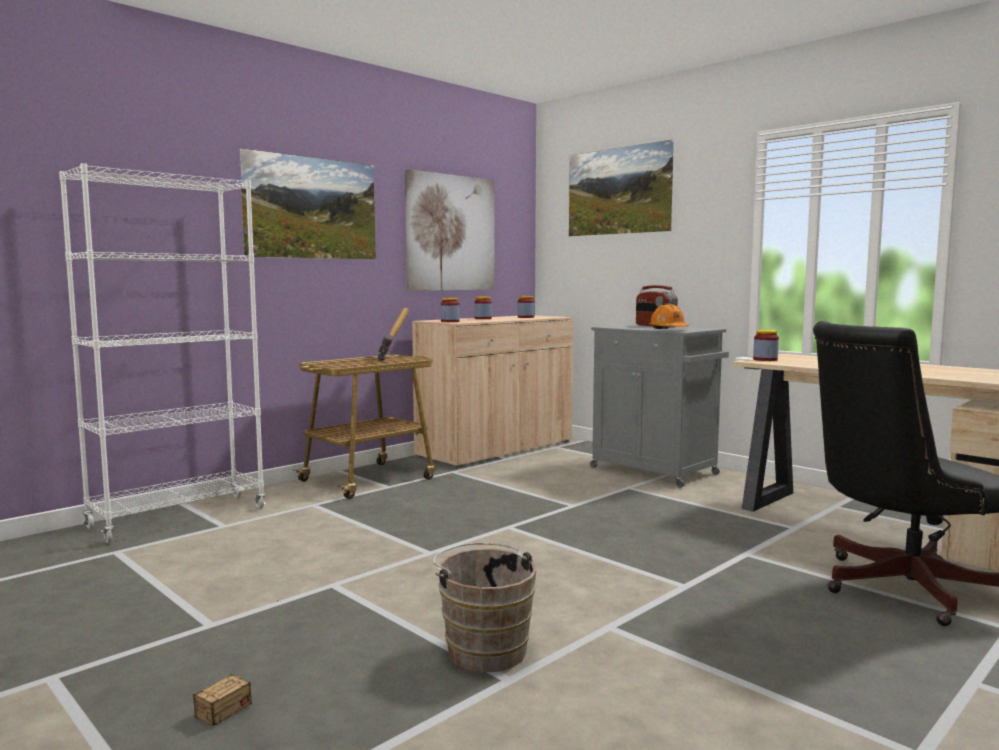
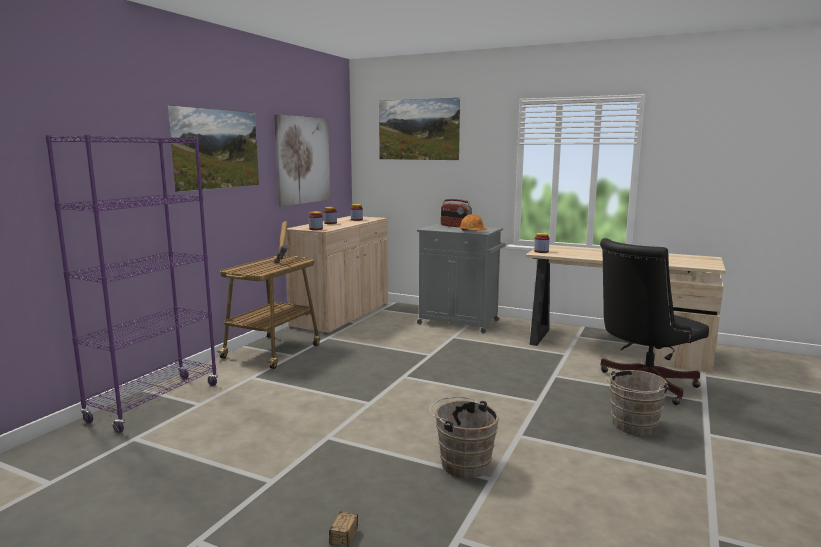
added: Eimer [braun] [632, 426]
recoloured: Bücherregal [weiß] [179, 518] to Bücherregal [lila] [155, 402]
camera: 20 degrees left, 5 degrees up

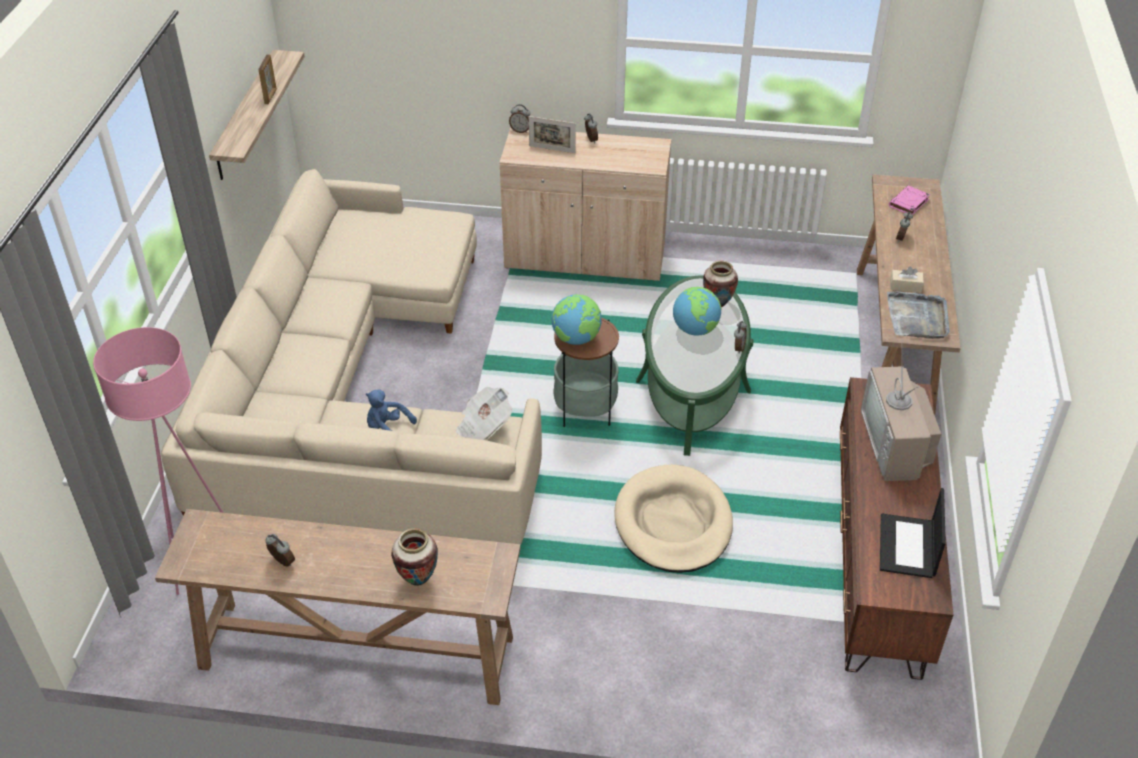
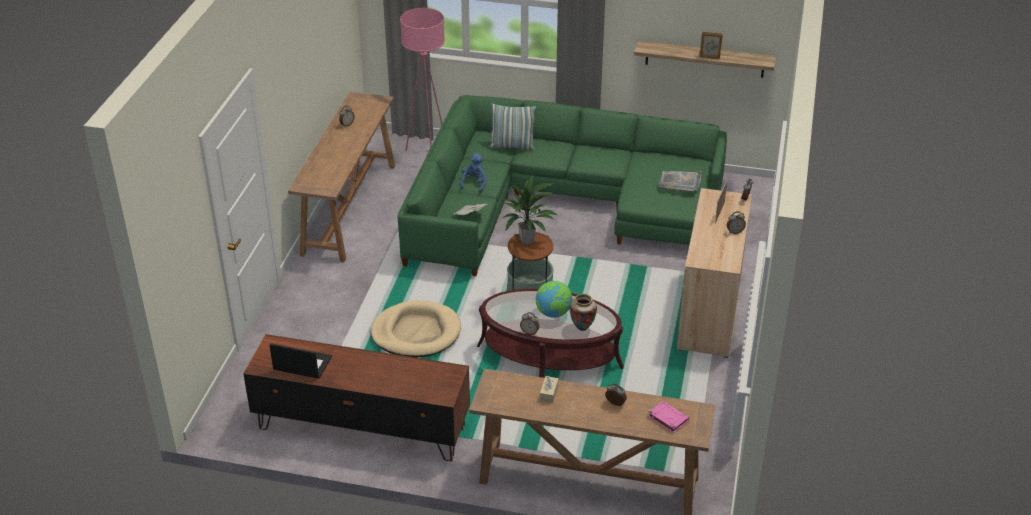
removed: Vase [418, 580]; Fernseher [896, 444]
added: Kissen [512, 146]
moved: Tablett [grau] [917, 318] to [680, 182]
replaced: Globus [576, 339] to Topfpflanze [527, 240]
recoloured: Sofa [beige] [355, 394] to Sofa [grün] [557, 204]; Couchtisch [grün] [693, 386] to Couchtisch [braun] [549, 356]
camera: 95 degrees right, 5 degrees down

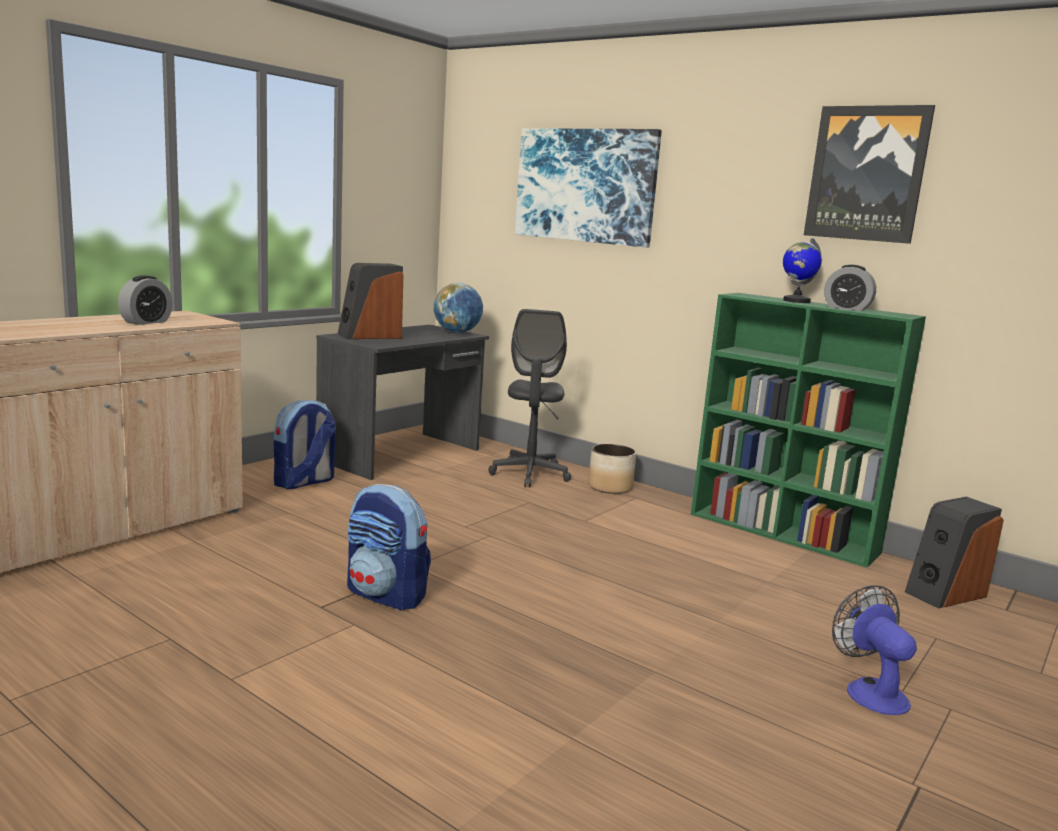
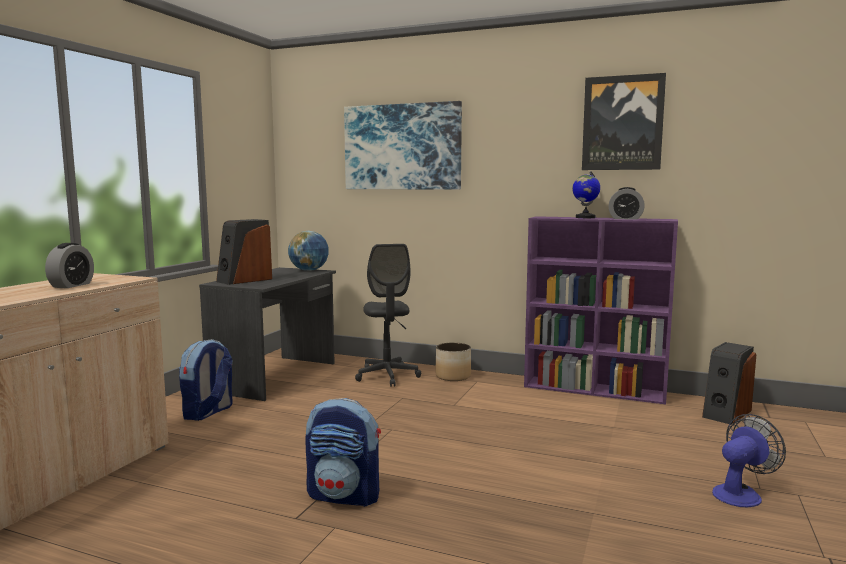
recoloured: Bücherregal [grün] [784, 533] to Bücherregal [lila] [595, 390]
turned: Ventilator [869, 690] = [741, 493] 90 degrees clockwise
camera: 15 degrees left, 5 degrees down

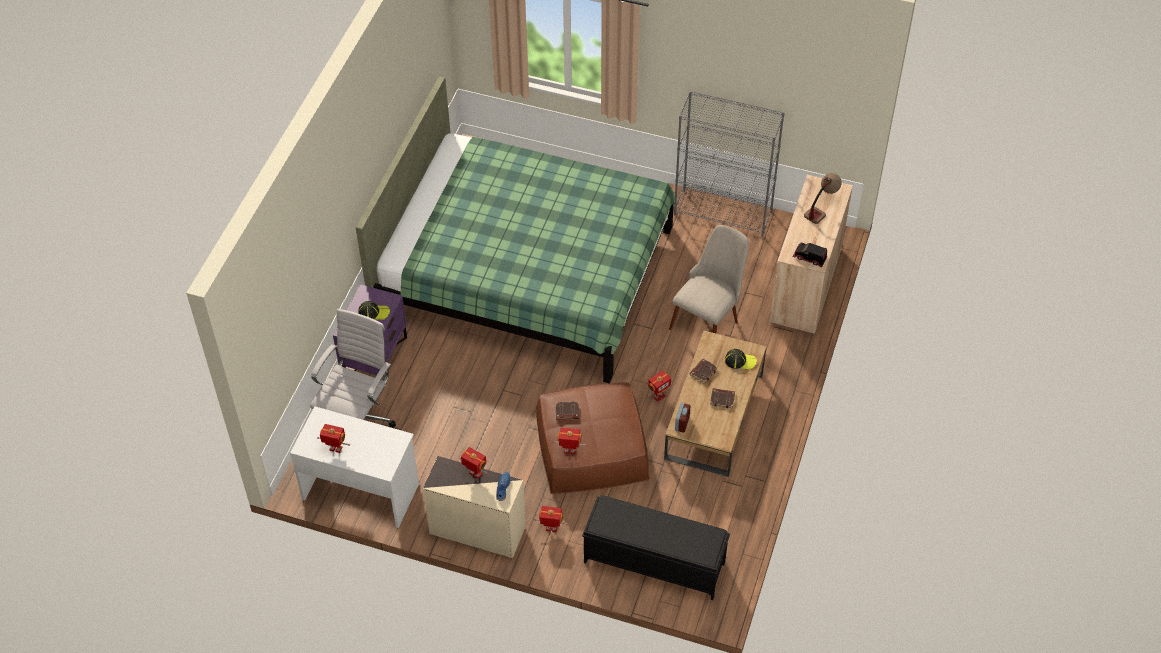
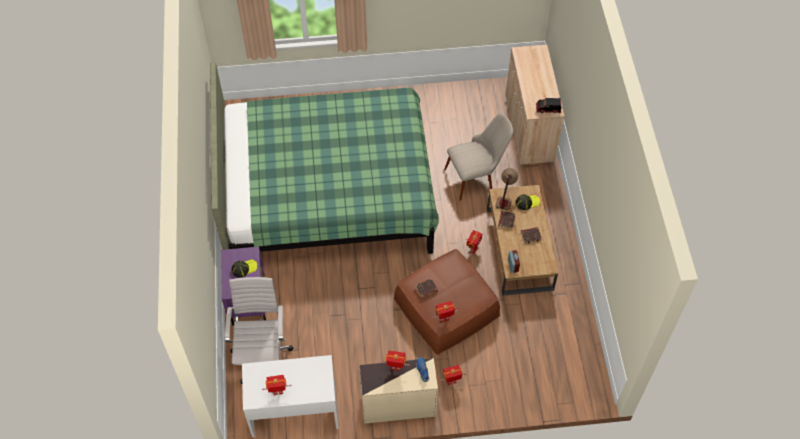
removed: Bank [schwarz] [653, 562]; Bücherregal [grau] [723, 213]
moved: Tischlampe [820, 209] to [505, 197]
turned: Stuhl [beige] [709, 318] = [476, 177] 60 degrees clockwise
camera: 25 degrees left, 5 degrees up

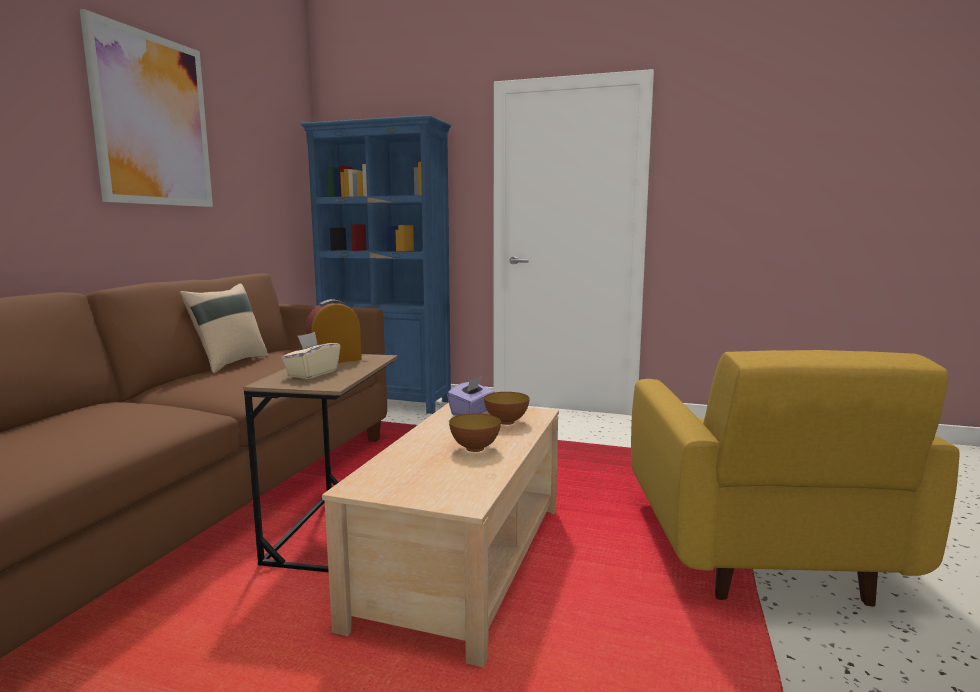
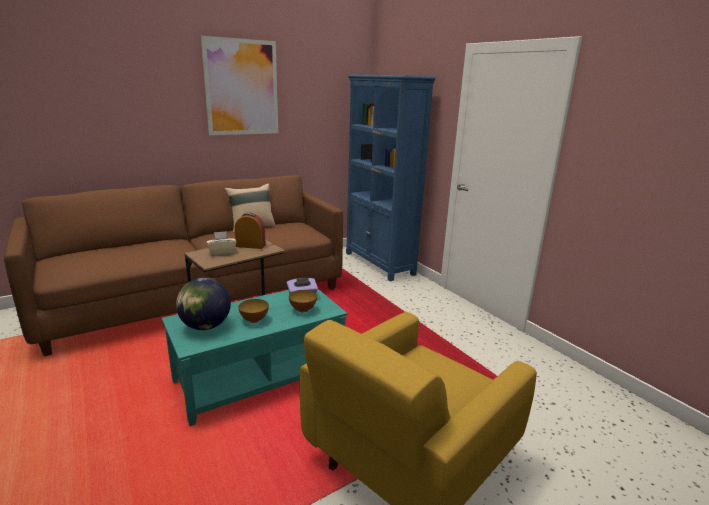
added: Globus [206, 326]
recoloured: Couchtisch [beige] [461, 562] to Couchtisch [türkis] [259, 376]
camera: 40 degrees right, 10 degrees up

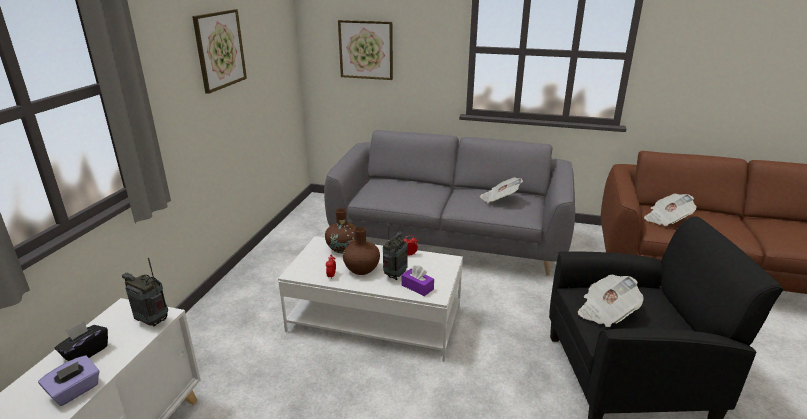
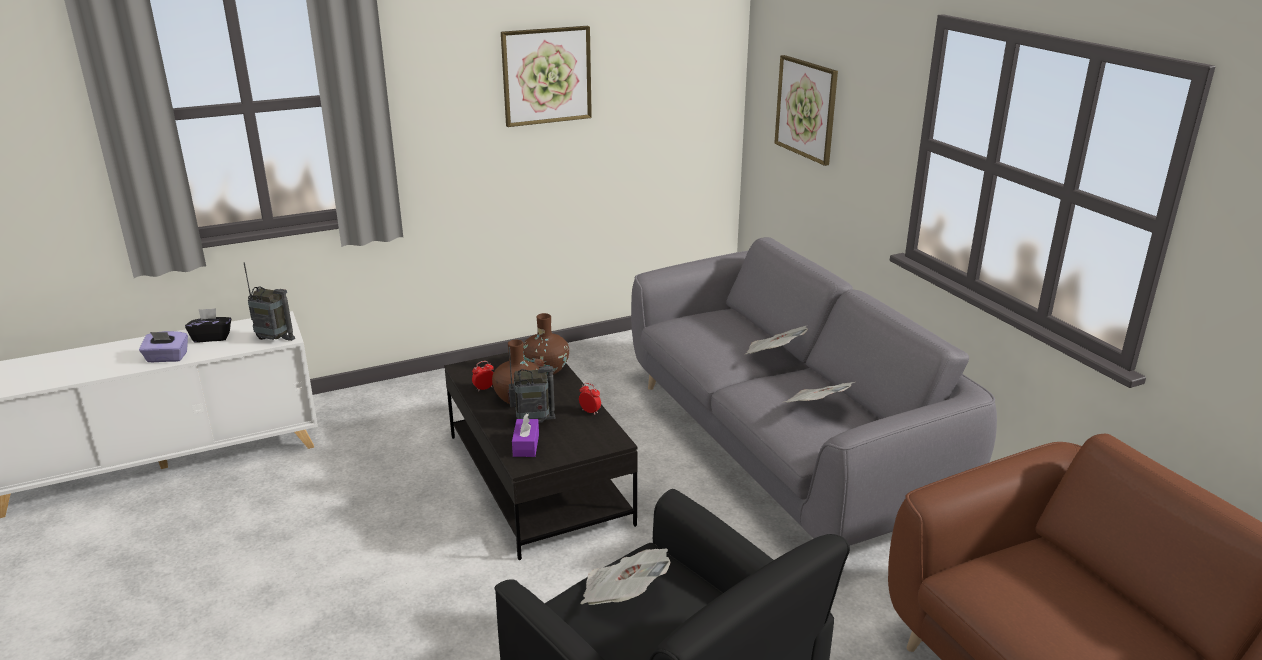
moved: Zeitung [666, 220] to [774, 355]
recoloured: Couchtisch [weiß] [375, 319] to Couchtisch [schwarz] [538, 479]
turned: Radio [153, 321] = [273, 339] 120 degrees clockwise
camera: 50 degrees right, 0 degrees up

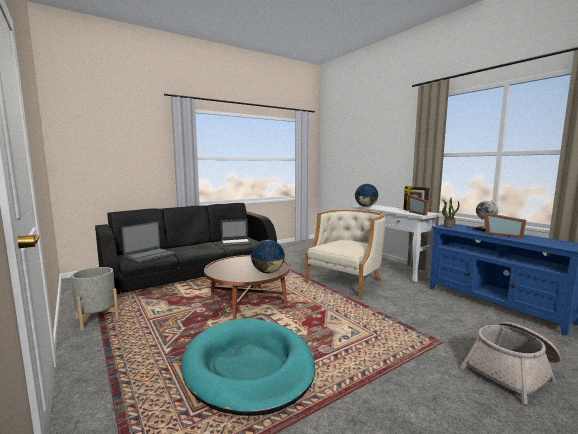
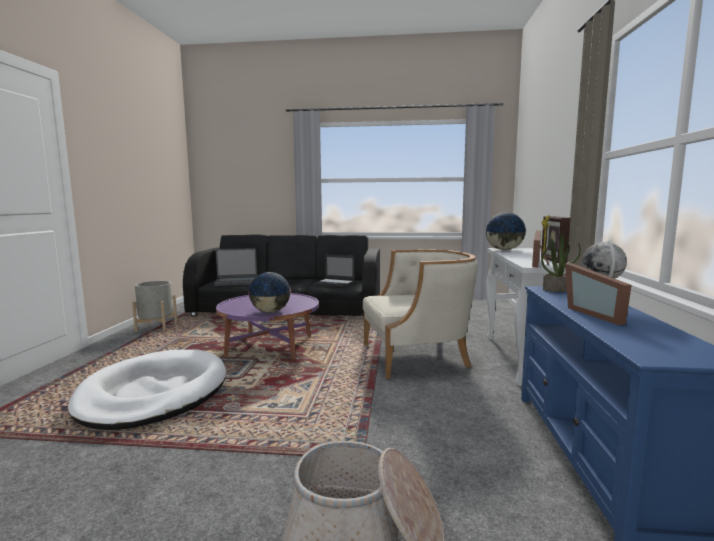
recoloured: Hundebett [türkis] [248, 367] to Hundebett [weiß] [154, 393]; Couchtisch [braun] [248, 302] to Couchtisch [lila] [270, 346]
camera: 40 degrees right, 0 degrees up

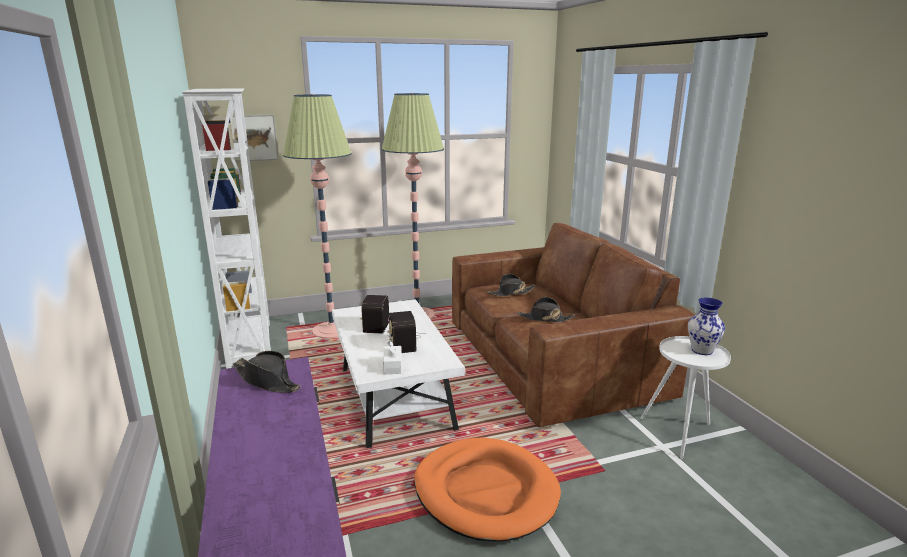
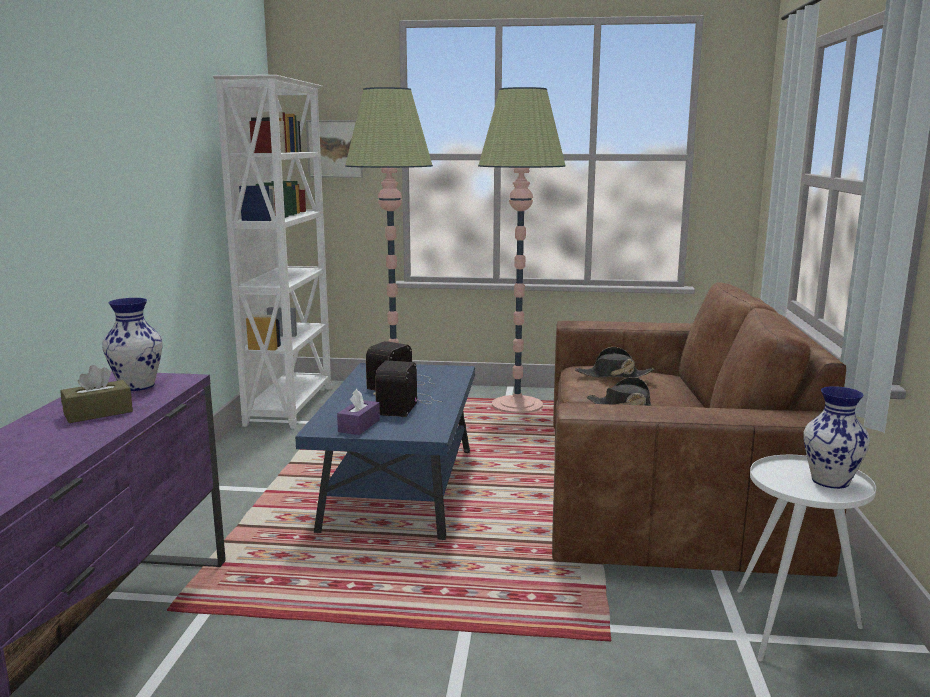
removed: Hundebett [orange] [485, 492]
added: Taschentuchbox [braun] [98, 413]
replaced: Hut [schwarz] [267, 381] to Vase [136, 386]
recoloured: Couchtisch [weiß] [394, 398] to Couchtisch [blau] [400, 489]; Taschentuchbox [weiß] [392, 366] to Taschentuchbox [lila] [359, 426]
camera: 25 degrees right, 5 degrees down

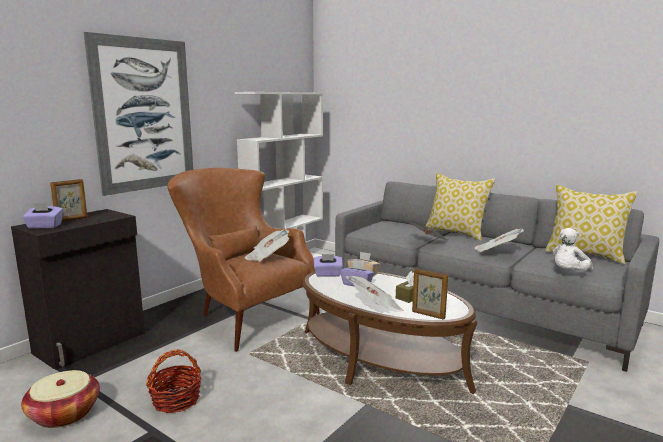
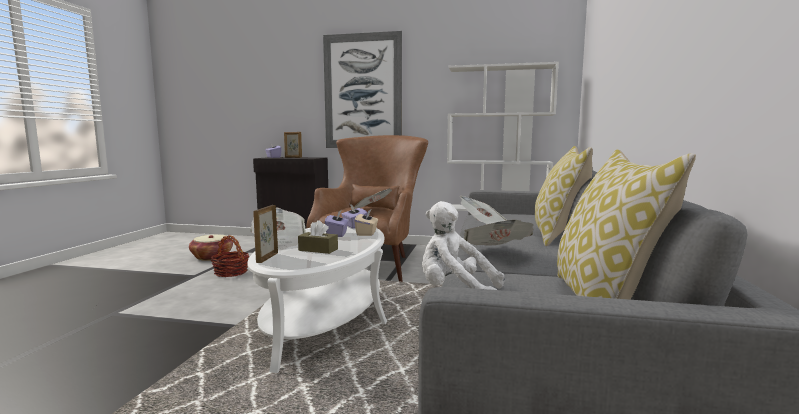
recoloured: Couchtisch [braun] [380, 359] to Couchtisch [weiß] [326, 318]
camera: 65 degrees right, 5 degrees down

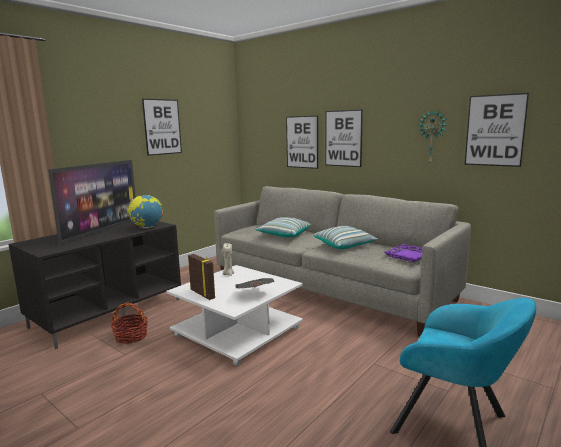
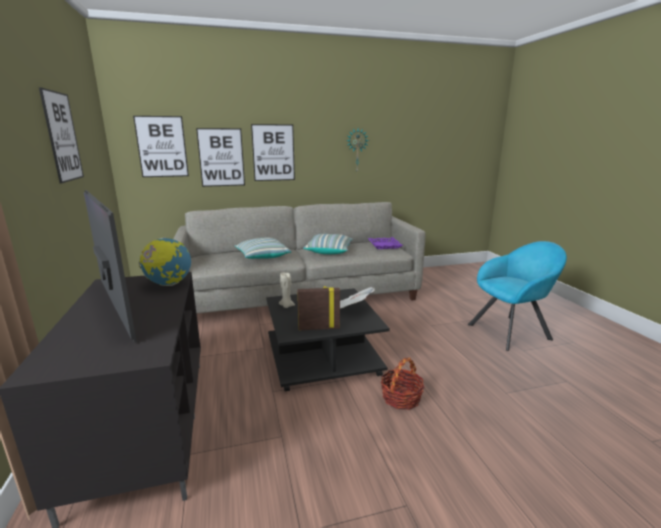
moved: Bild [495, 130] to [162, 147]; Korb [131, 336] to [401, 398]
recoloured: Couchtisch [weiß] [239, 332] to Couchtisch [schwarz] [323, 356]
camera: 55 degrees left, 5 degrees up

